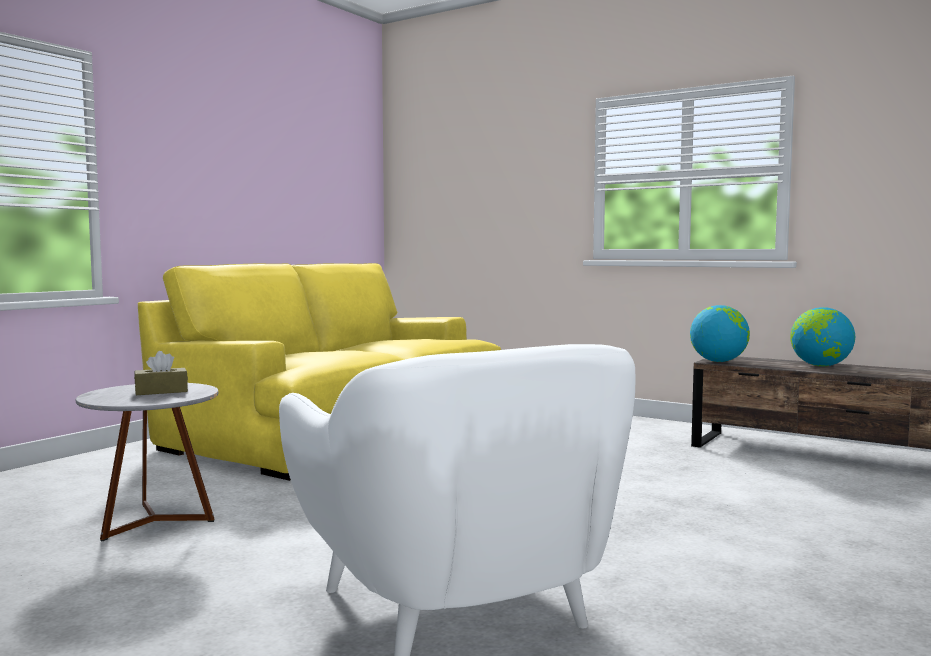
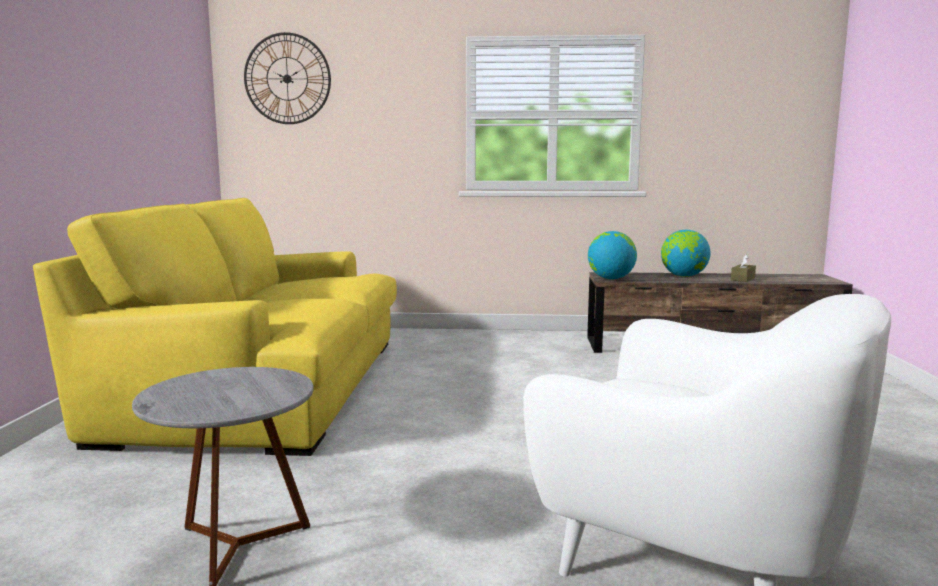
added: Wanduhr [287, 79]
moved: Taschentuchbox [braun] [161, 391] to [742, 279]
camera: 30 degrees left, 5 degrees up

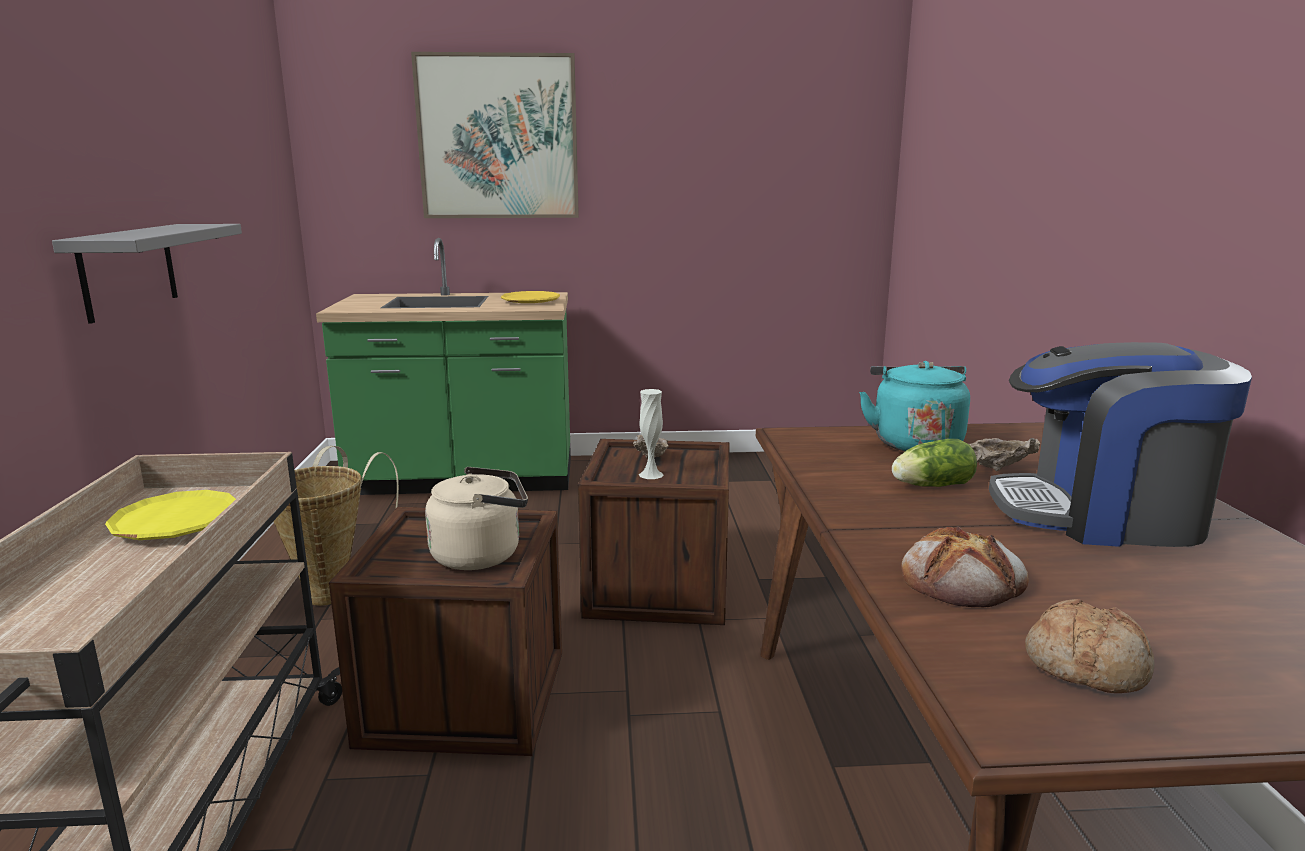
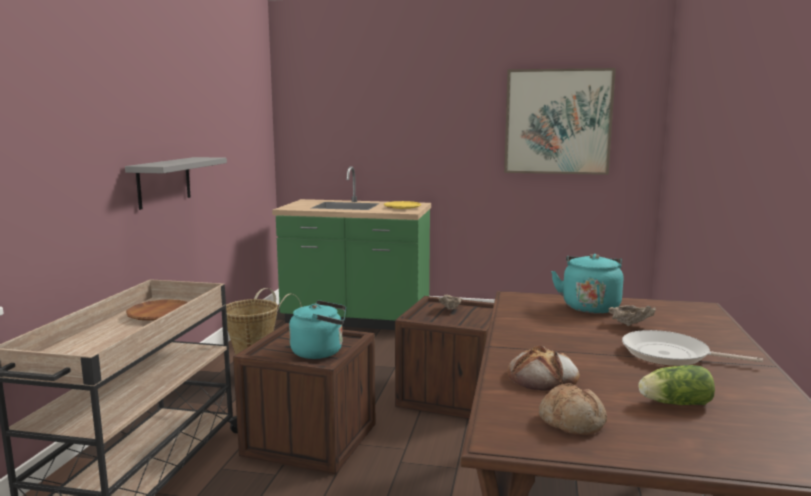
removed: Vase [weiß] [651, 474]
moved: Bild [498, 137] to [558, 122]; Salatkopf [929, 486] to [673, 403]
replaced: Kaffeemaschine [1101, 515] to Pfanne [670, 355]
recoloured: Teller [gelb] [176, 523] to Teller [braun] [159, 314]; Wasserkessel [beige] [482, 555] to Wasserkessel [türkis] [320, 352]
camera: 15 degrees right, 5 degrees down

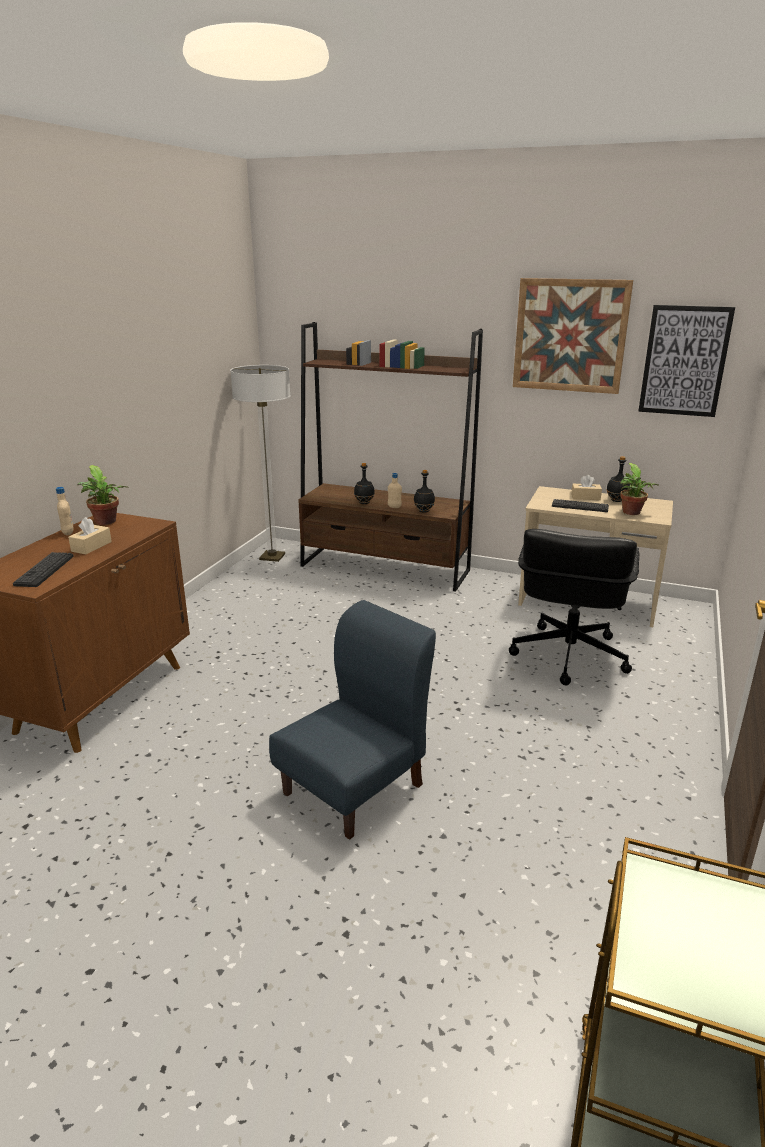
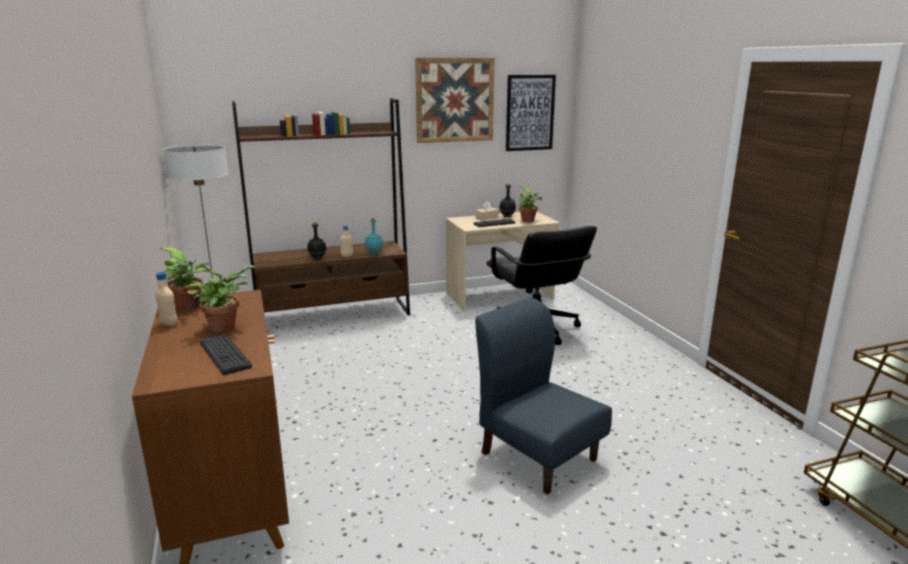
replaced: Taschentuchbox [beige] [91, 546] to Topfpflanze [226, 326]
recoloured: Flasche [schwarz] [424, 511] to Flasche [türkis] [374, 253]
turned: Stuhl [blau] [355, 789] = [538, 455] 45 degrees counterclockwise
camera: 40 degrees left, 5 degrees down

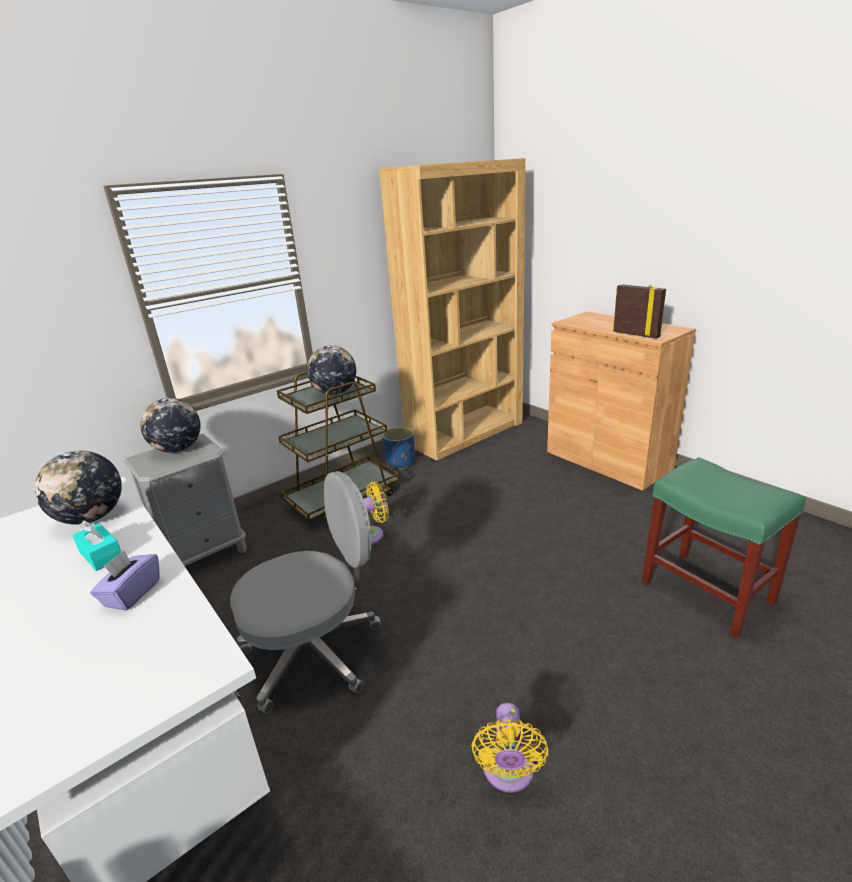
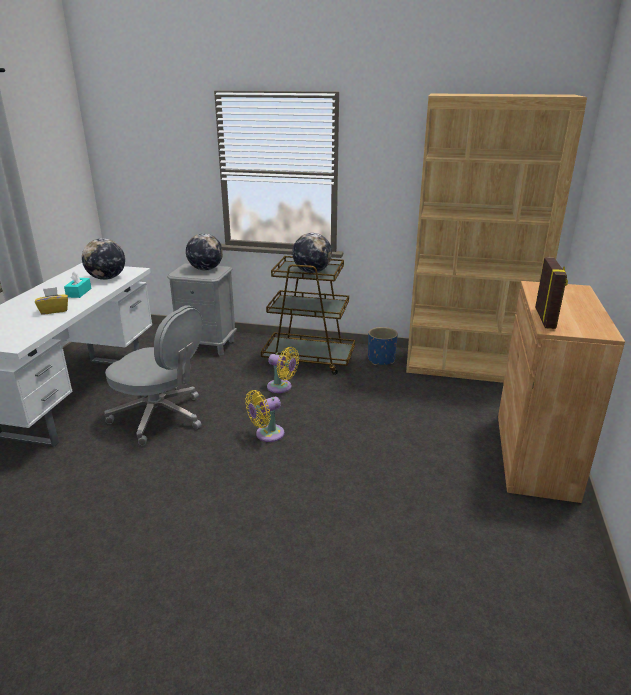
removed: Hocker [grün] [705, 591]
moved: Ventilator [gelb] [508, 773] to [267, 434]
recoloured: Taschentuchbox [lila] [132, 593] to Taschentuchbox [gelb] [54, 310]
camera: 50 degrees right, 0 degrees up

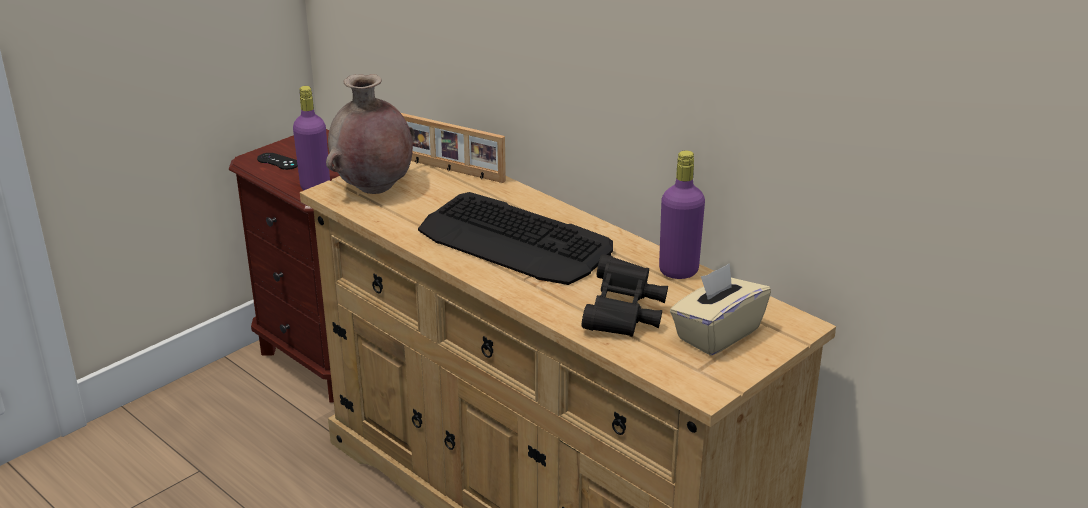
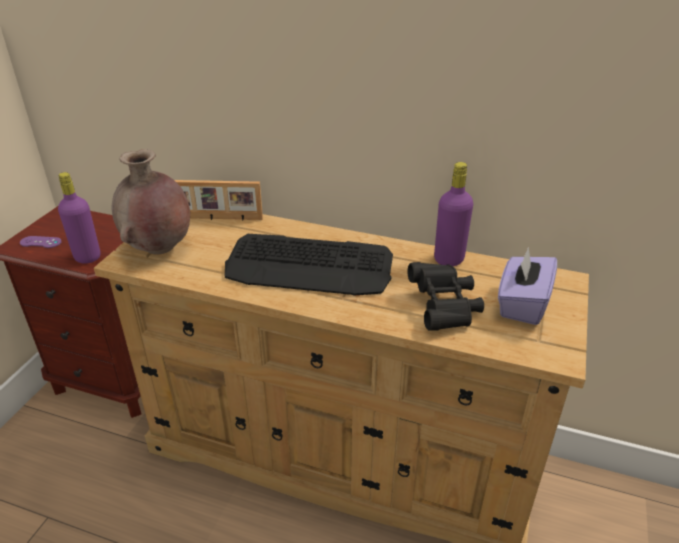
recoloured: Gamepad [schwarz] [278, 161] to Gamepad [lila] [40, 242]; Taschentuchbox [beige] [717, 334] to Taschentuchbox [lila] [522, 304]
camera: 25 degrees left, 5 degrees up

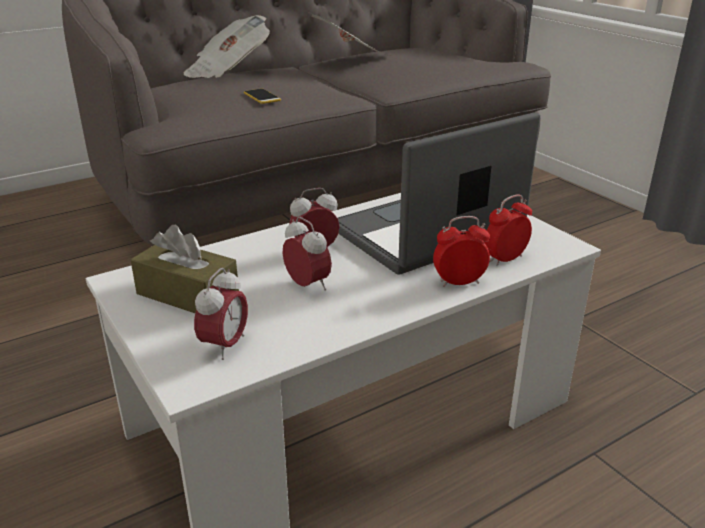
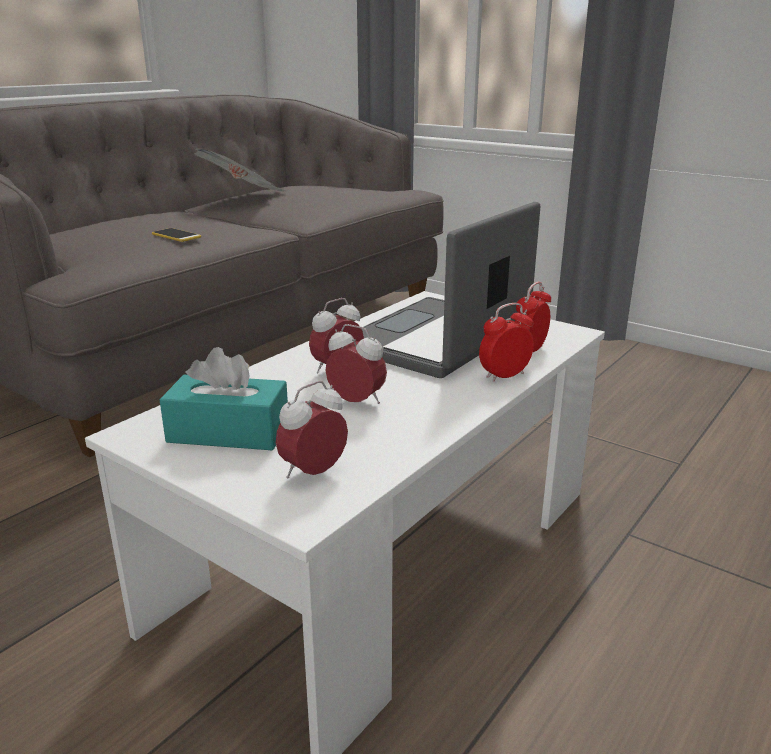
removed: Zeitung [228, 71]
recoloured: Taschentuchbox [braun] [187, 294] to Taschentuchbox [türkis] [228, 432]
turned: Wecker [225, 345] = [313, 473] 135 degrees counterclockwise
camera: 20 degrees left, 5 degrees down

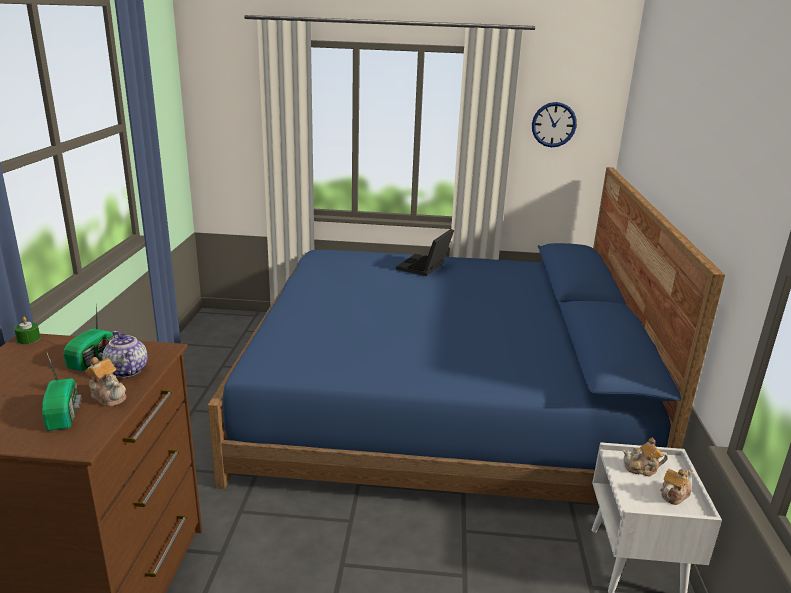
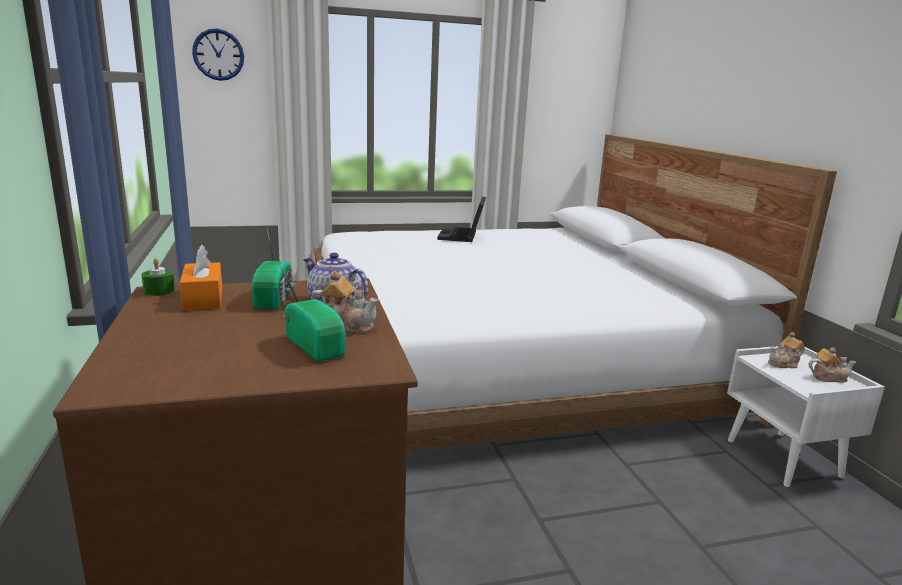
added: Taschentuchbox [orange] [203, 298]
moved: Wanduhr [553, 124] to [218, 54]
recoloured: Bett [blau] [439, 397] to Bett [weiß] [508, 360]
turned: Teekanne [673, 495] = [828, 377] 60 degrees clockwise
camera: 20 degrees left, 5 degrees down

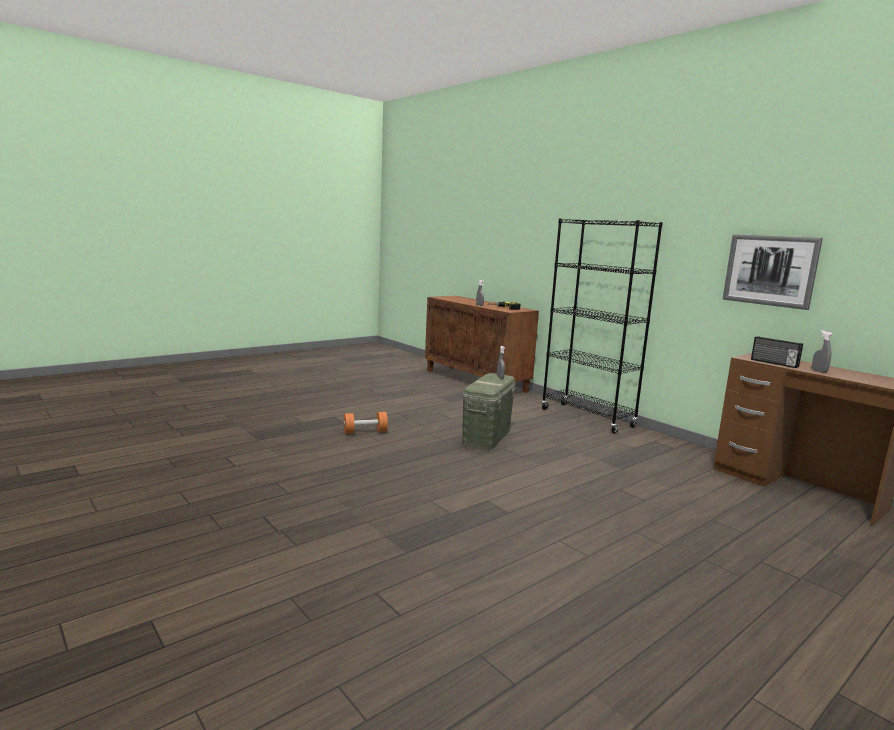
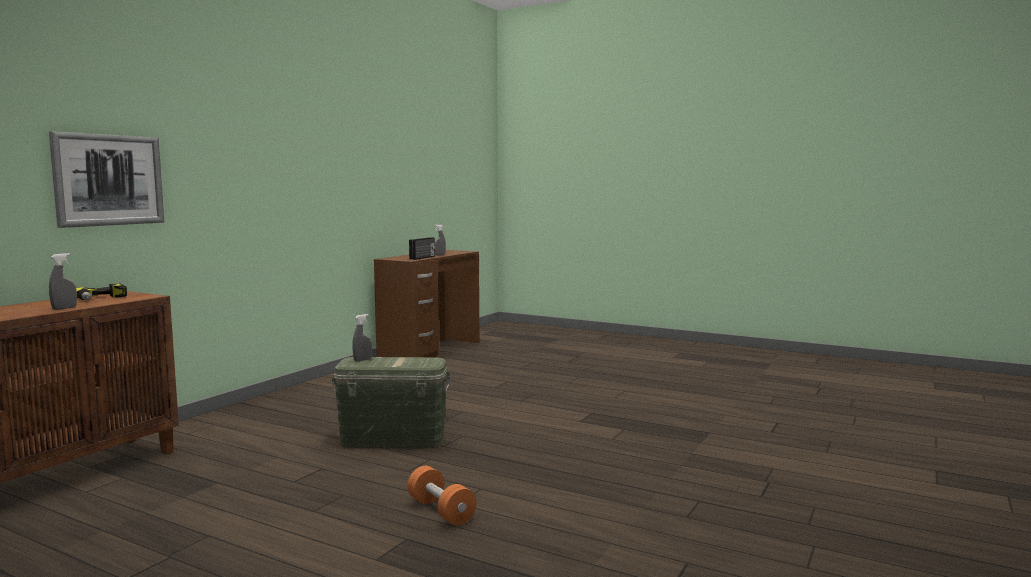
removed: Bücherregal [schwarz] [587, 418]
moved: Bild [770, 270] to [109, 180]
camera: 110 degrees left, 5 degrees down

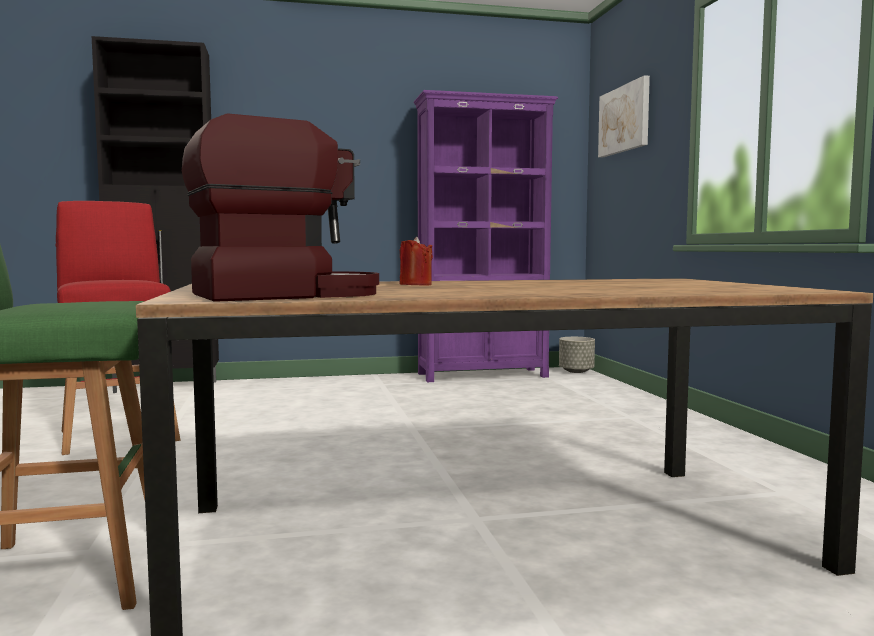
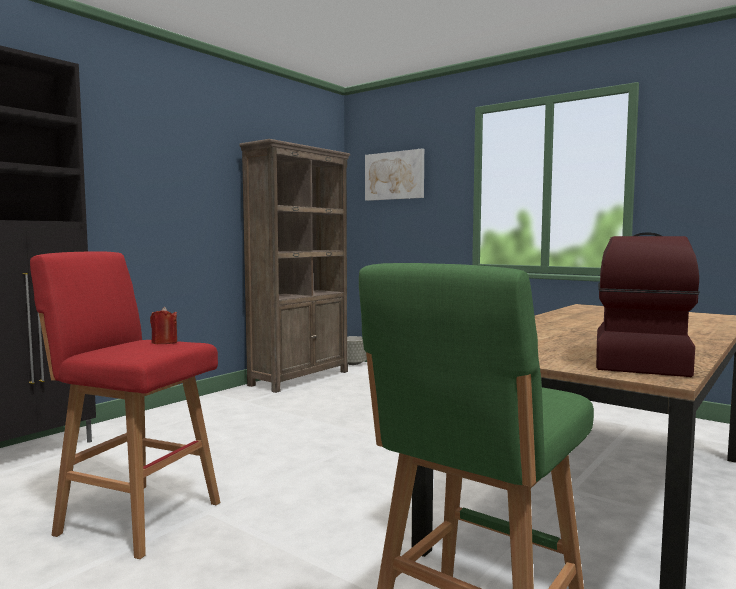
moved: Kerze [rot] [415, 285] to [164, 342]
recoloured: Bücherregal [lila] [483, 375] to Bücherregal [braun] [300, 378]
camera: 40 degrees left, 0 degrees up

